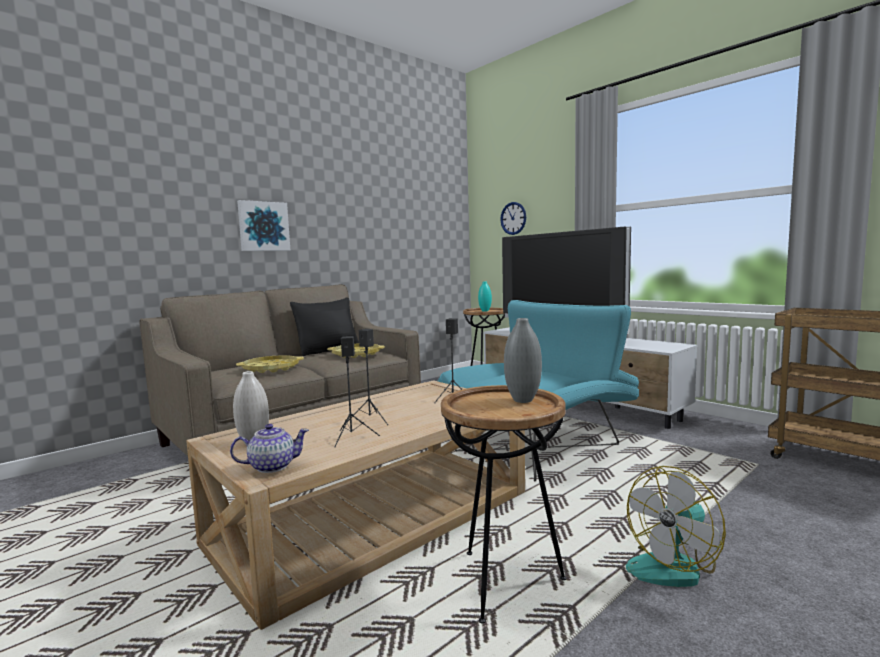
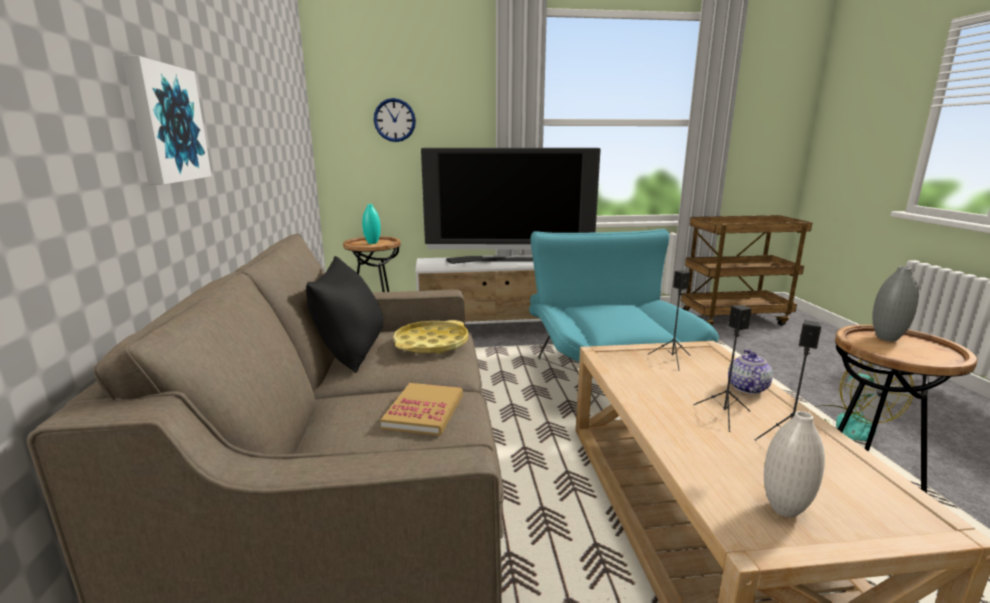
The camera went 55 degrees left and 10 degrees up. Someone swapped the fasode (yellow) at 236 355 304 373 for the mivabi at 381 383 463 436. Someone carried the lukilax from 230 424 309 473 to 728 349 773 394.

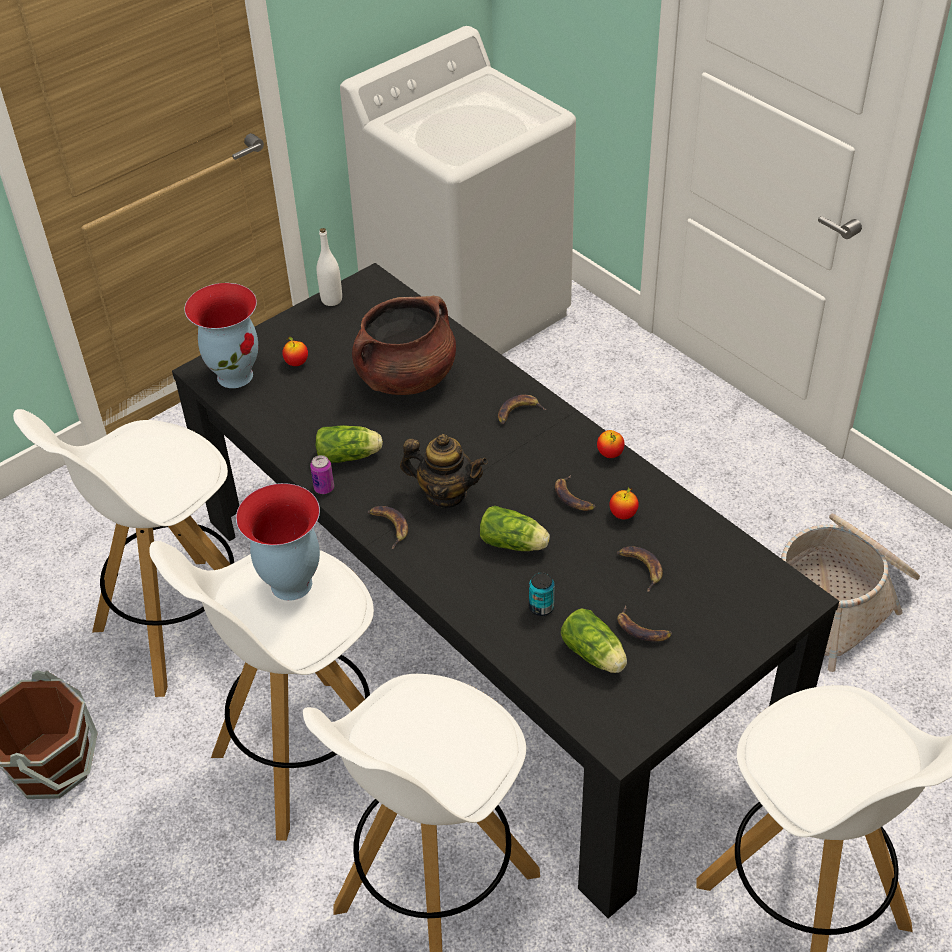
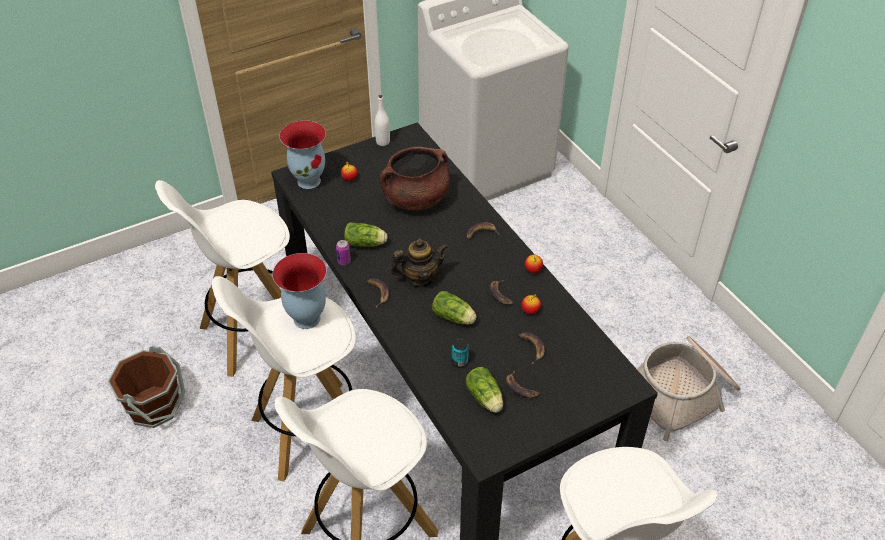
The camera went 10 degrees right and 0 degrees up. Someone rotated the lukilax at 400 434 488 508 by 45 degrees counterclockwise.

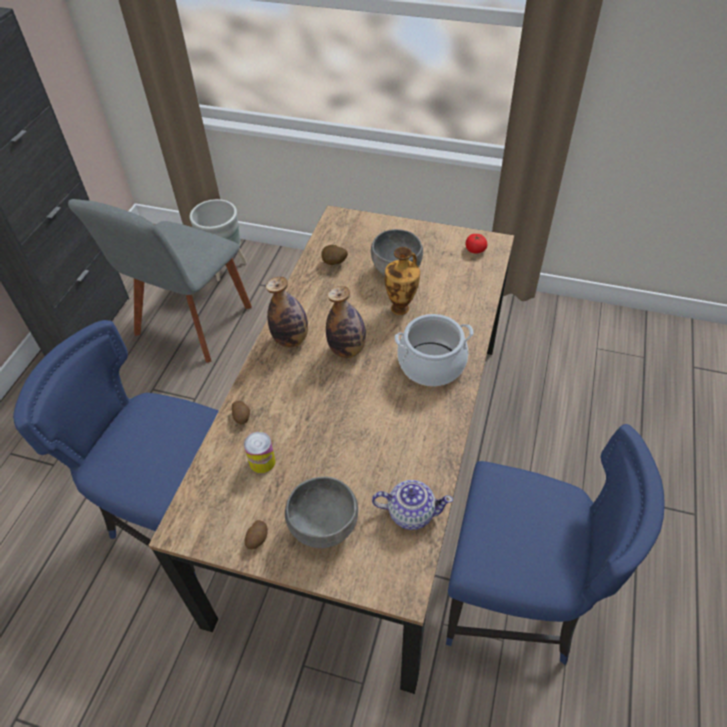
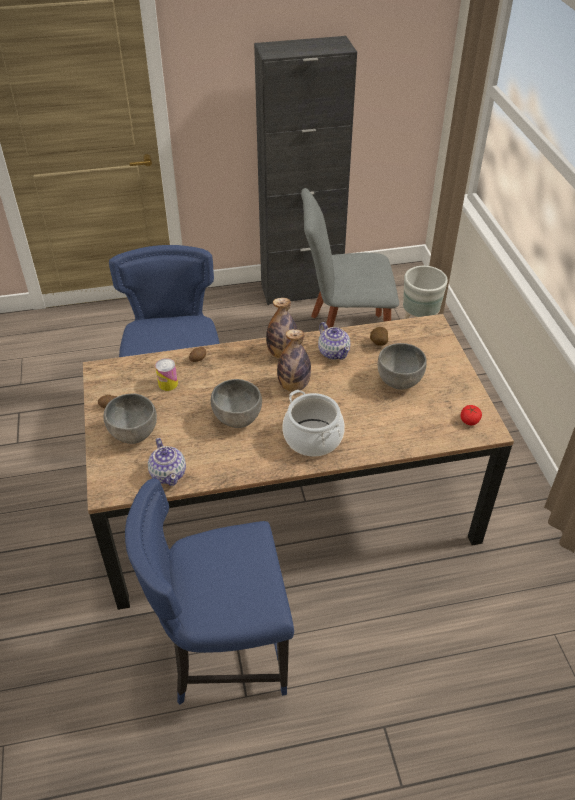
The camera went 60 degrees right and 5 degrees down. Someone rotated the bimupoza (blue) at 446 424 665 665 by 90 degrees clockwise. Someone put down the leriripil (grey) at 211 379 262 428. Someone put down the lukilax at 318 322 350 360. Someone took away the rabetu at 385 247 420 315.

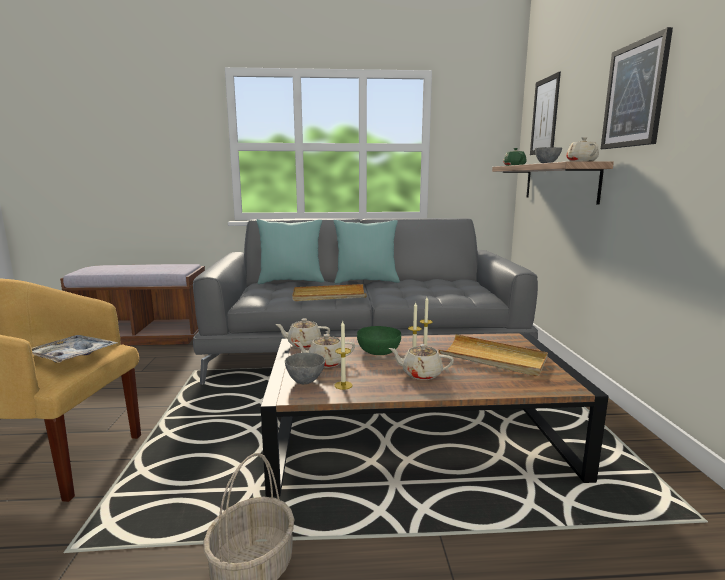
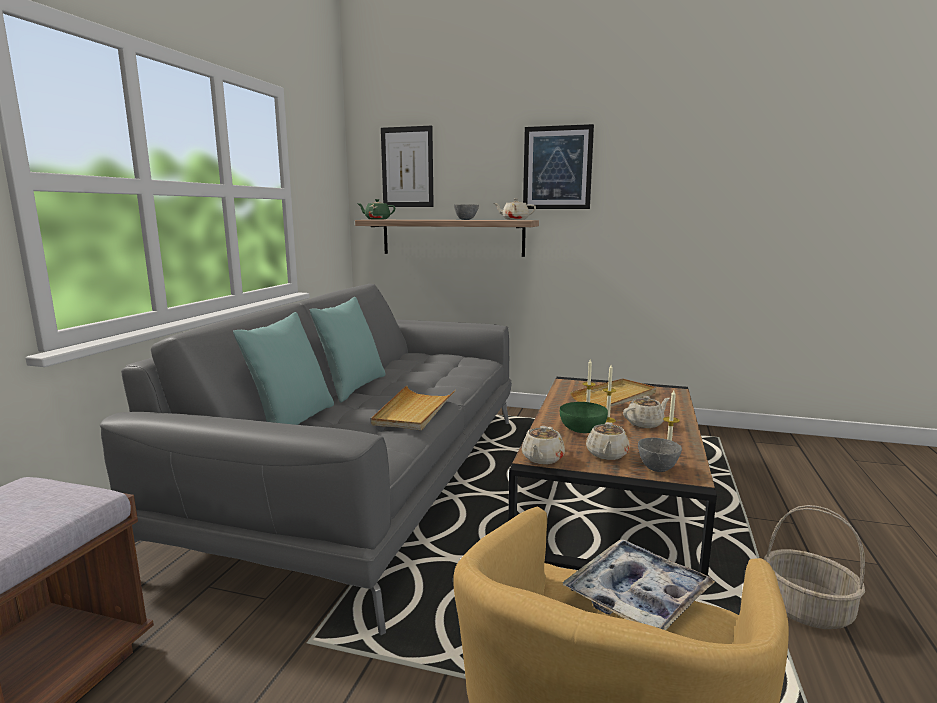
The camera went 70 degrees left and 0 degrees up. Someone rotated the lukilax (beige) at 389 344 454 380 by 150 degrees counterclockwise.

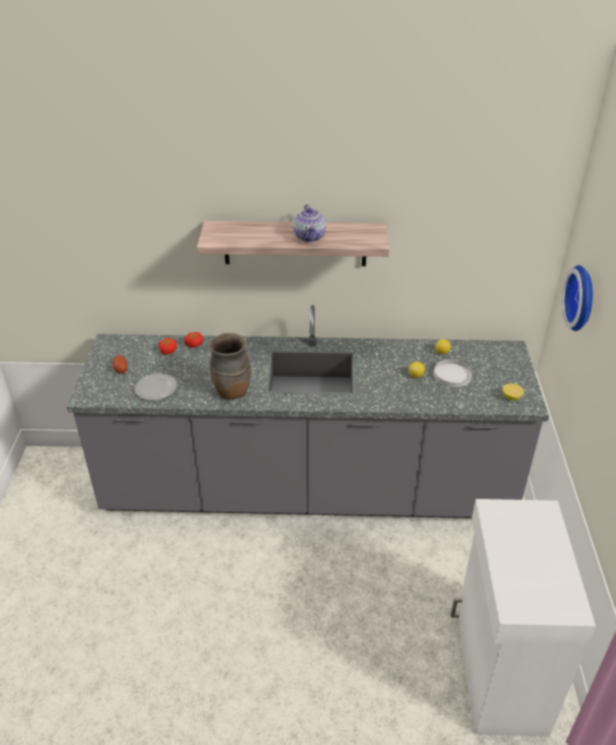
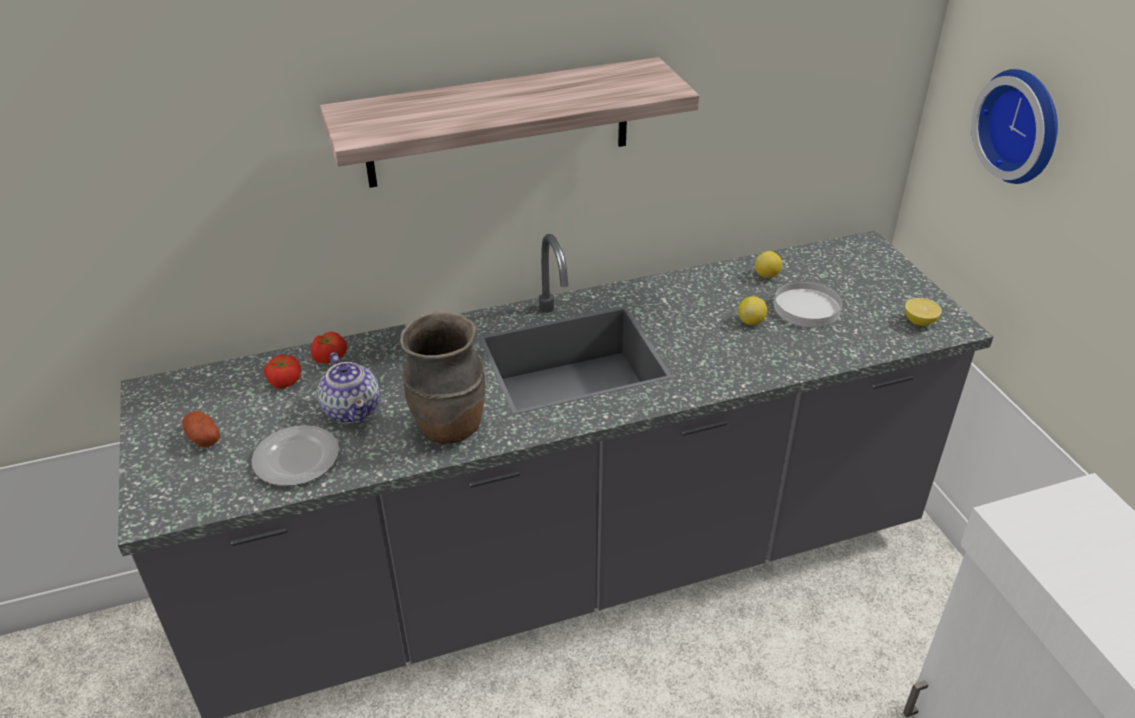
The camera went 20 degrees left and 0 degrees up. Someone carried the lukilax from 293 205 326 242 to 317 352 380 424.

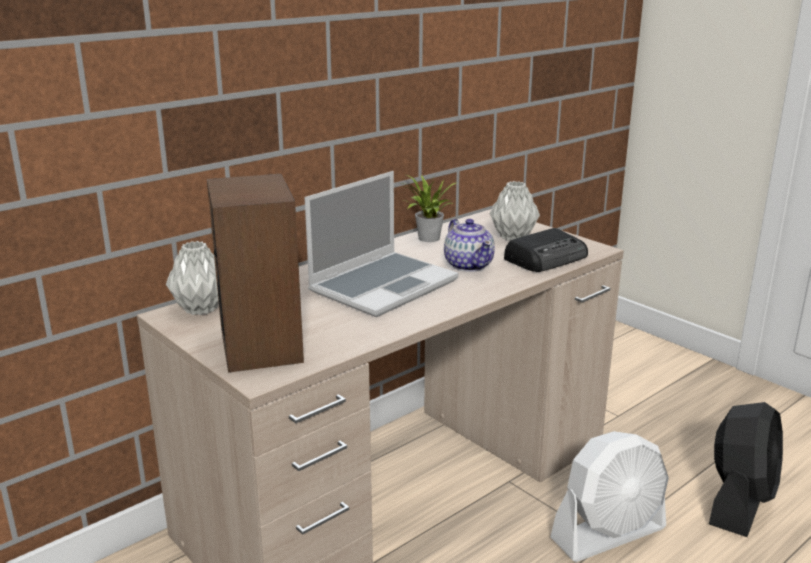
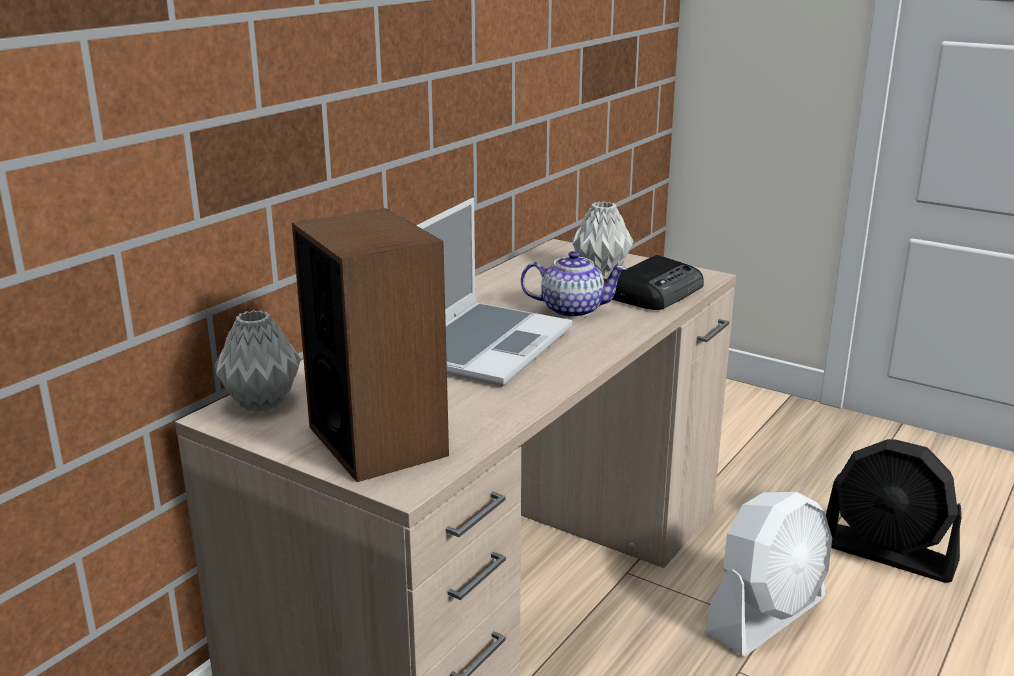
The camera went 15 degrees left and 0 degrees up. Someone rotated the lukilax at 444 219 495 272 by 45 degrees counterclockwise. Someone rotated the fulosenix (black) at 709 402 783 537 by 105 degrees clockwise. Someone took away the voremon at 407 175 458 242.

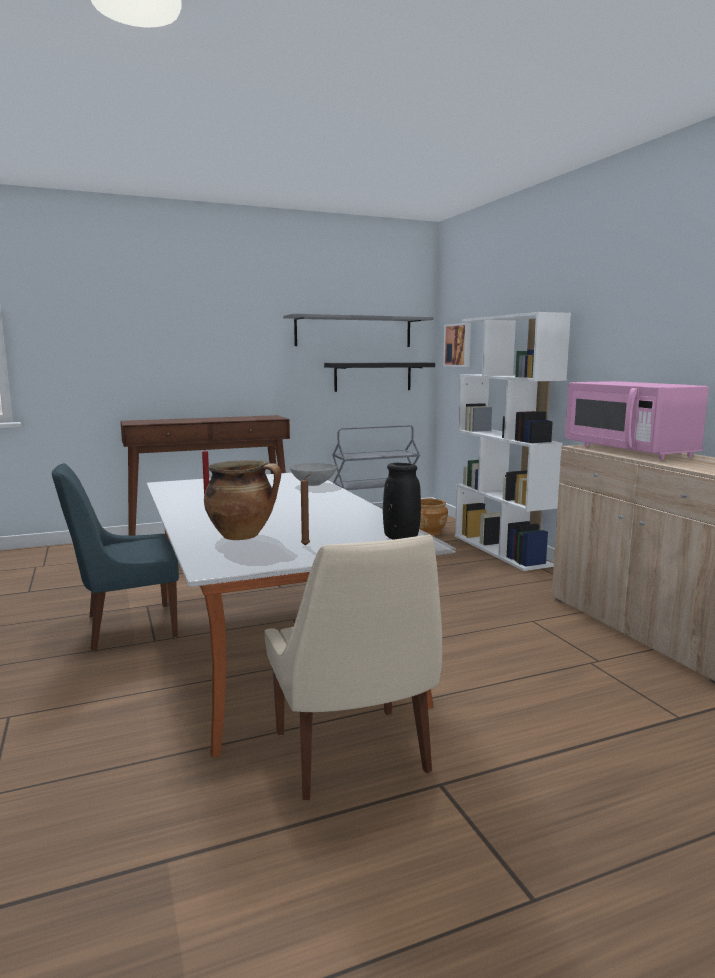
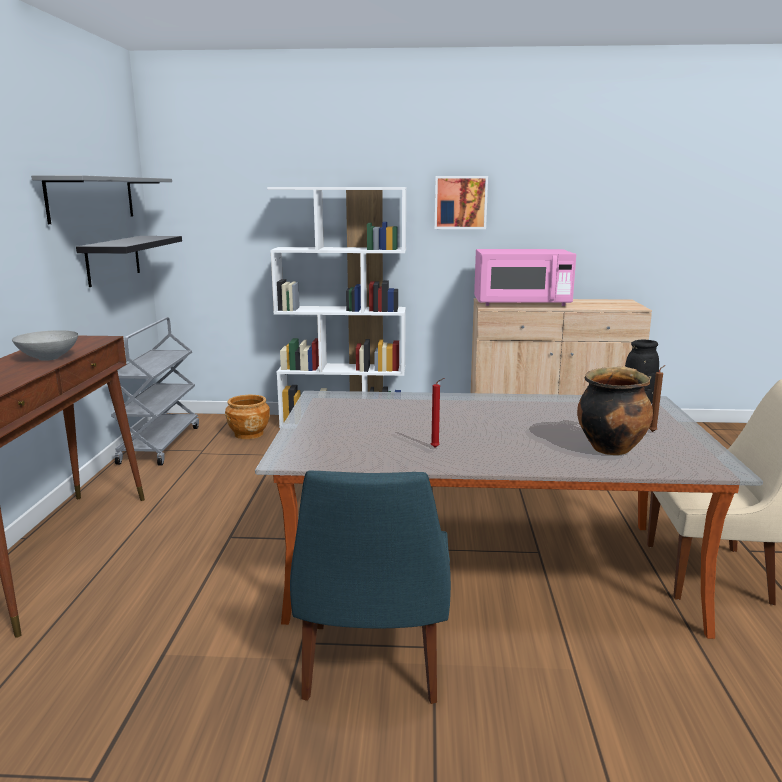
The camera went 65 degrees left and 5 degrees up. Someone carried the leriripil (grey) from 290 463 337 486 to 12 330 78 361. Someone carried the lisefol from 443 323 471 367 to 435 176 488 229.

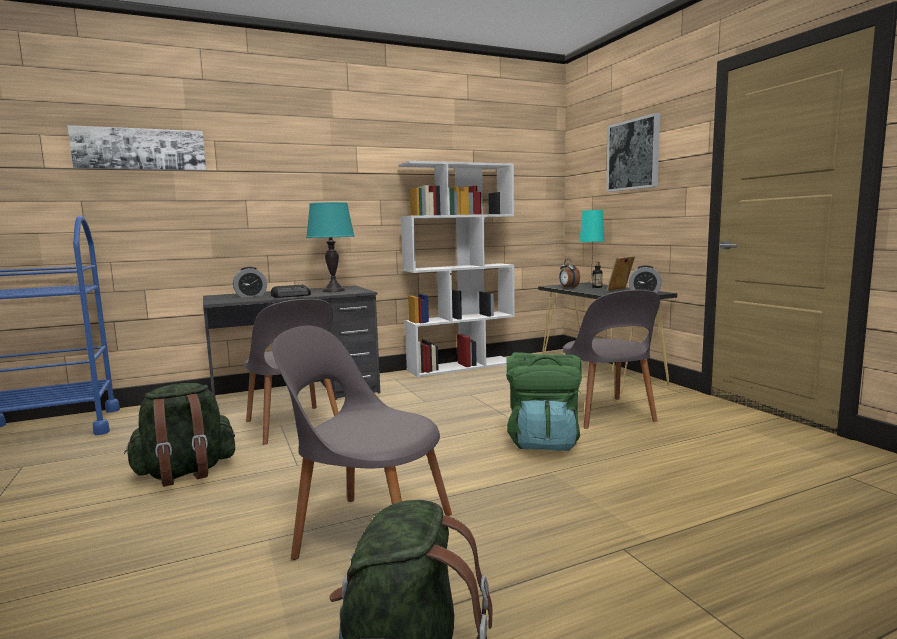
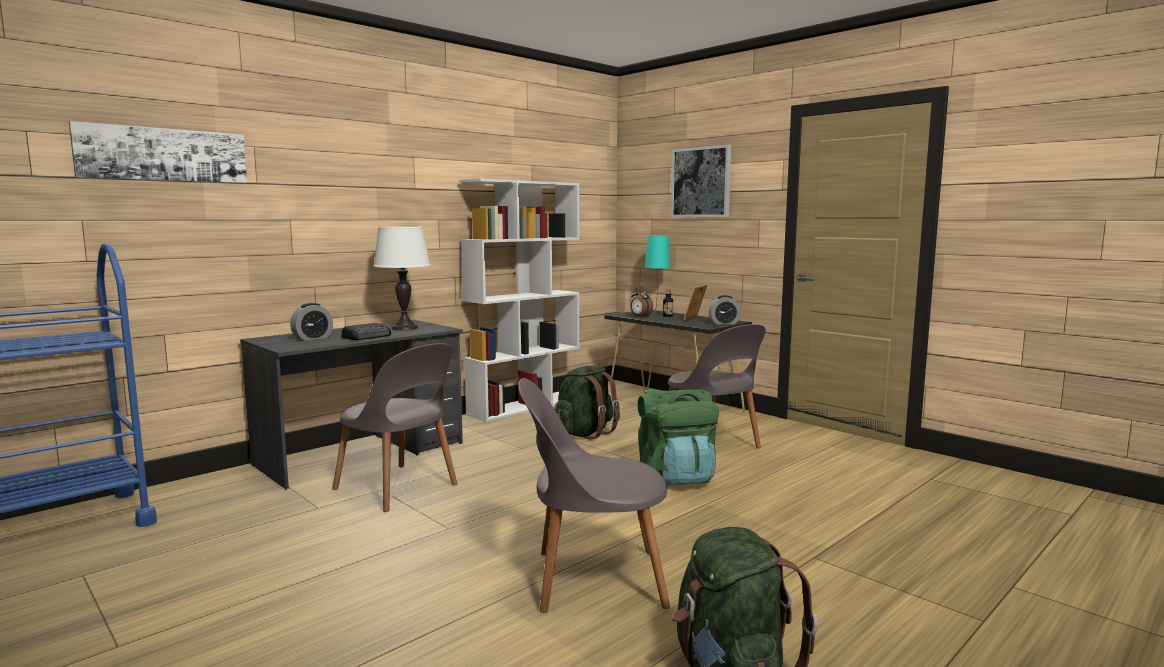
The camera went 20 degrees left and 0 degrees up. Someone repainted the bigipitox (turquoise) at 306 202 355 292, which became the bigipitox (white) at 373 227 431 330. Someone carried the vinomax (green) from 124 383 235 487 to 554 366 620 440.

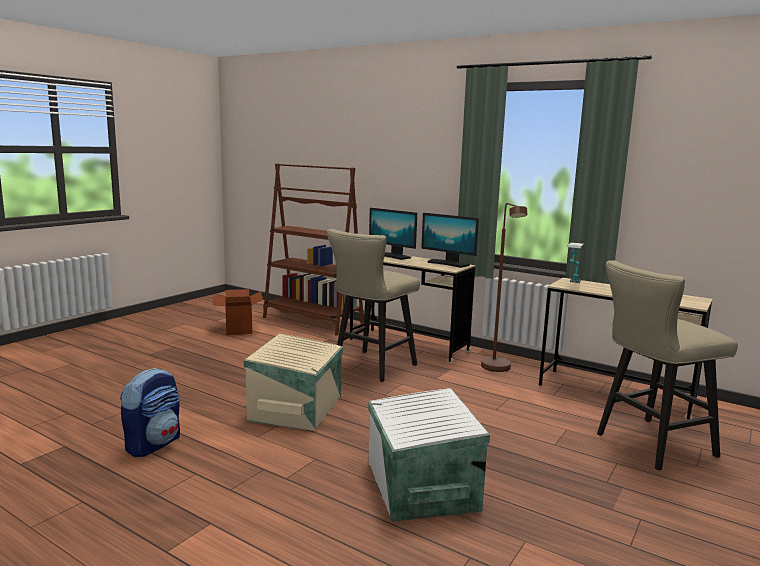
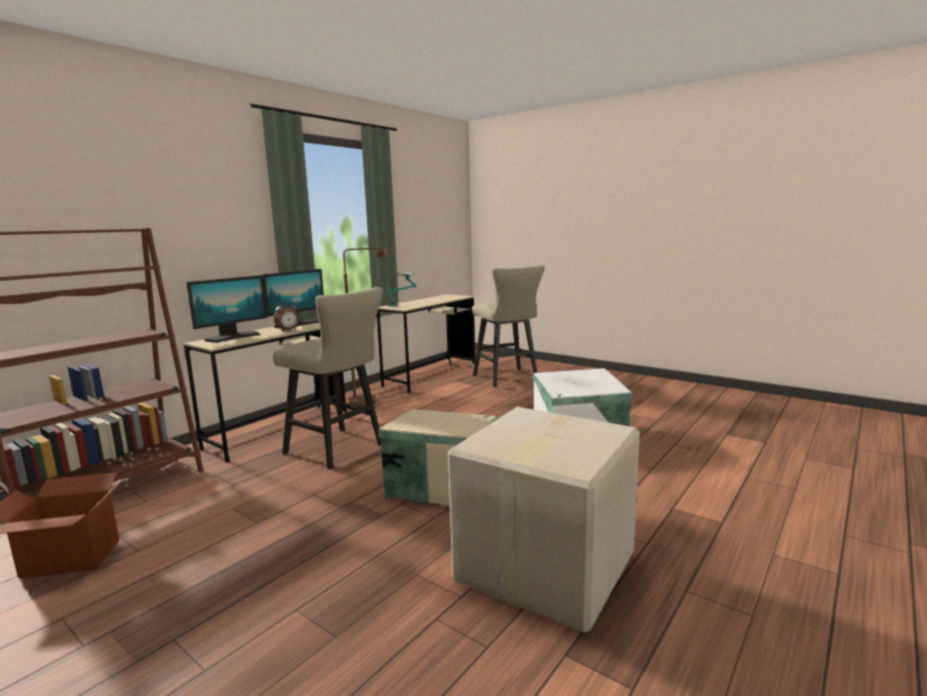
The camera went 85 degrees left and 0 degrees up. Someone put down the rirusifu at 273 299 299 332. Someone swapped the vinomax at 120 368 180 457 for the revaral at 448 407 640 633.

